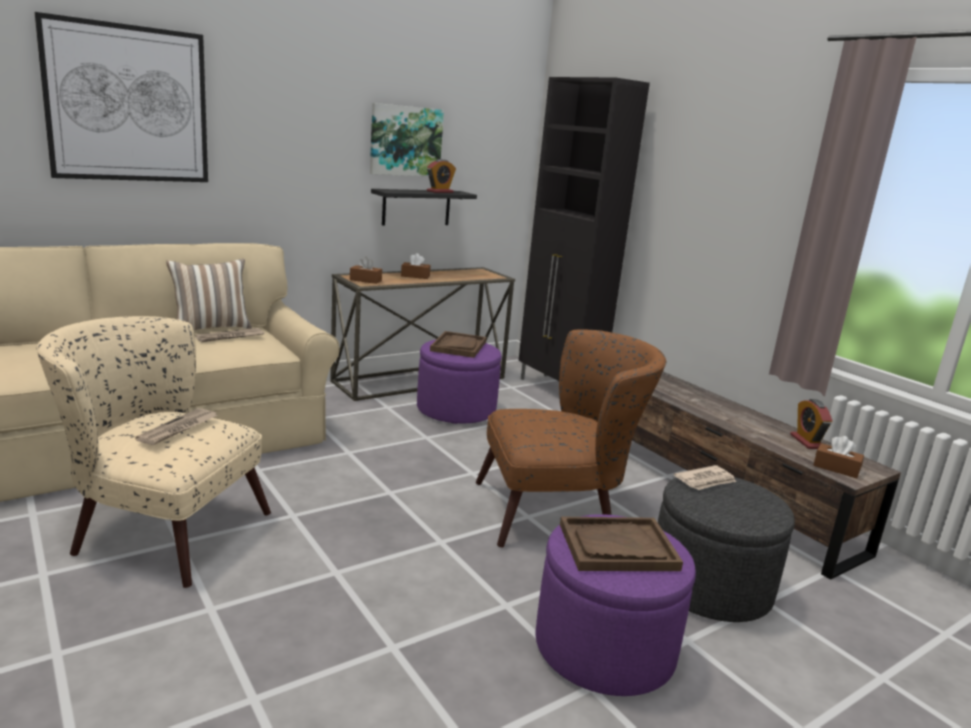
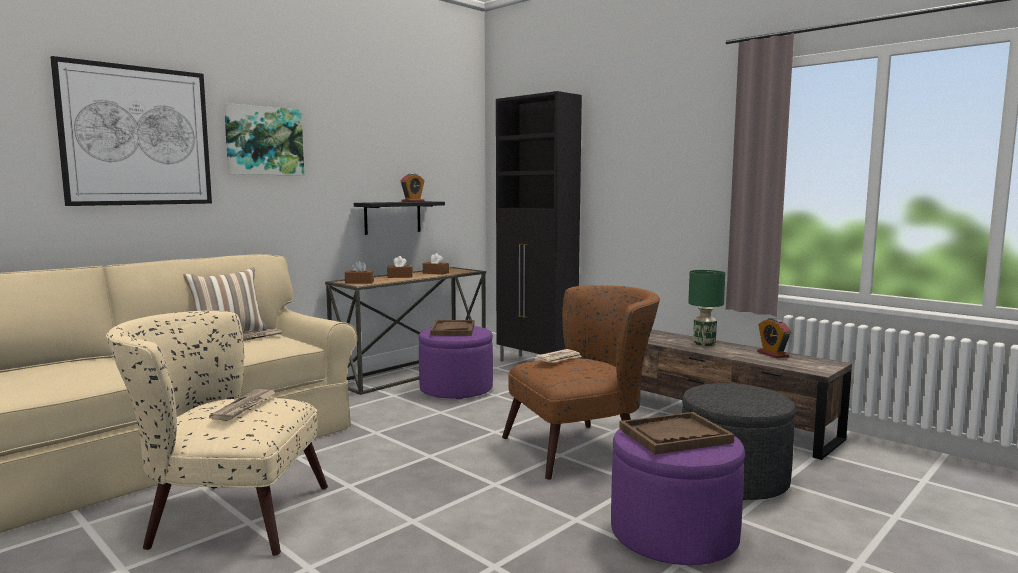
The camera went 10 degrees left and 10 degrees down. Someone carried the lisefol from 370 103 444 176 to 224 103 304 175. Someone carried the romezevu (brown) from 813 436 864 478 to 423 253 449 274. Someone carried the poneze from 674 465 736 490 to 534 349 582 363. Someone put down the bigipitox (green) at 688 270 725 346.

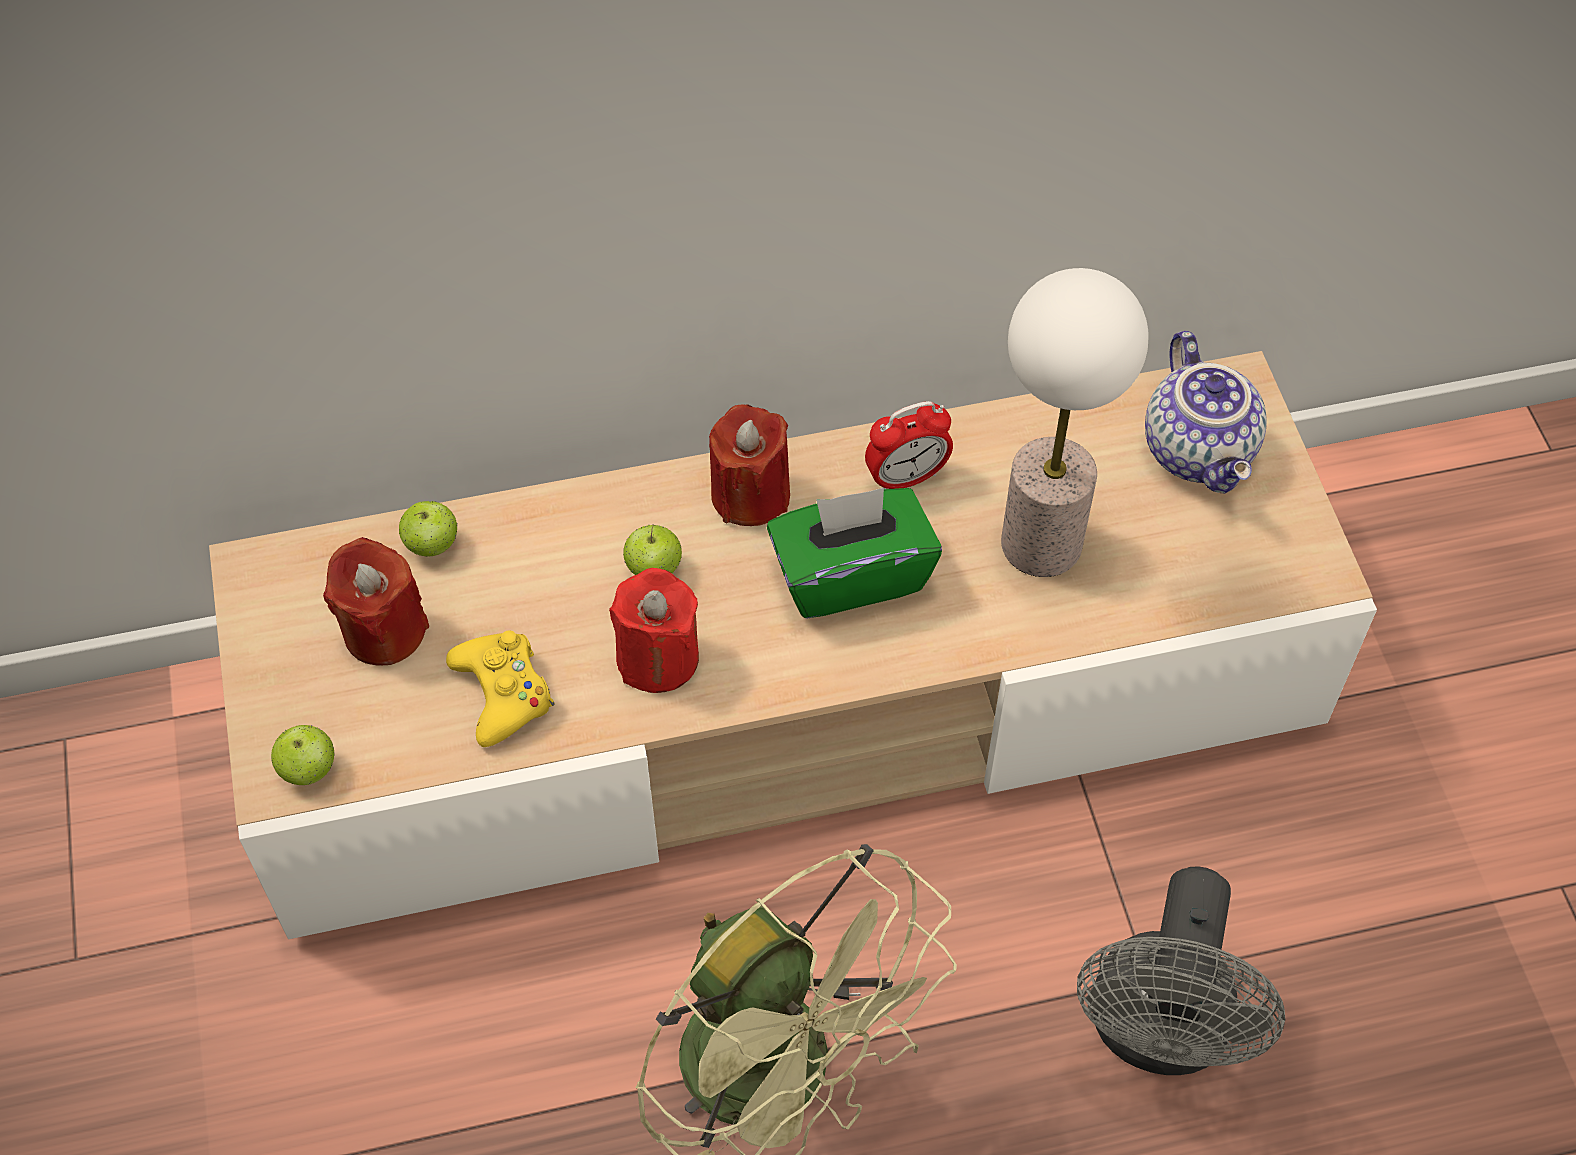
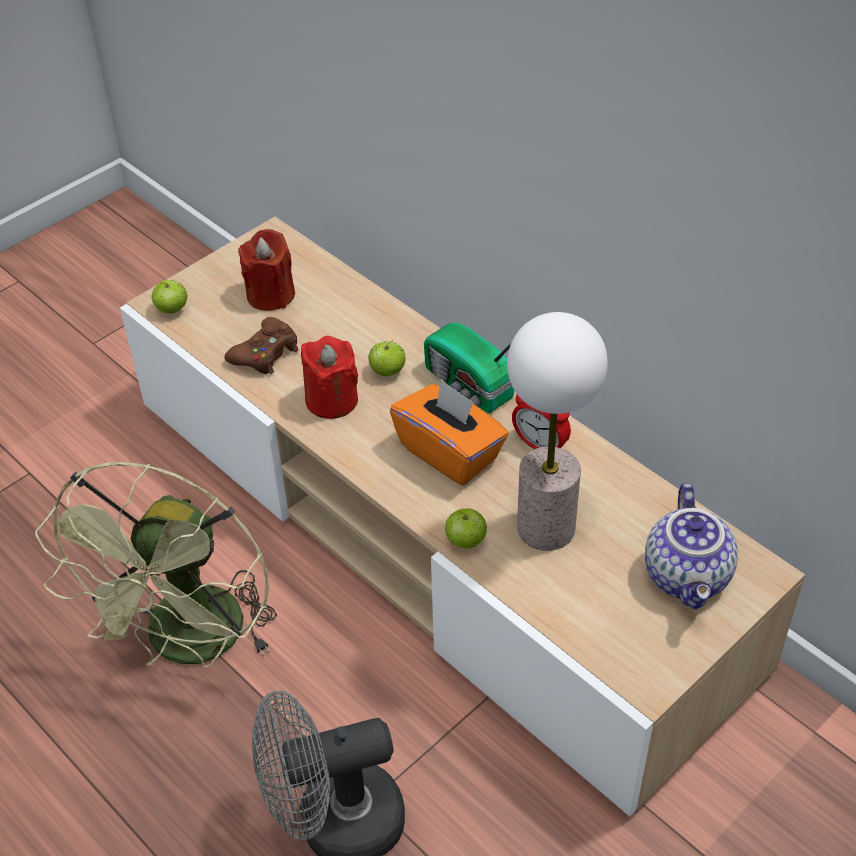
The camera went 60 degrees right and 10 degrees down. Someone repainted the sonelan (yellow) at 446 630 555 747, which became the sonelan (brown) at 225 317 298 374. Someone repainted the romezevu (green) at 767 488 942 618, which became the romezevu (orange) at 390 379 509 486. Someone swapped the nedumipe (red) at 709 404 790 526 for the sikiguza at 424 322 514 413. Someone carried the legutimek from 399 501 458 557 to 445 509 487 548. Someone rotated the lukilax at 1145 331 1267 493 by 45 degrees counterclockwise.

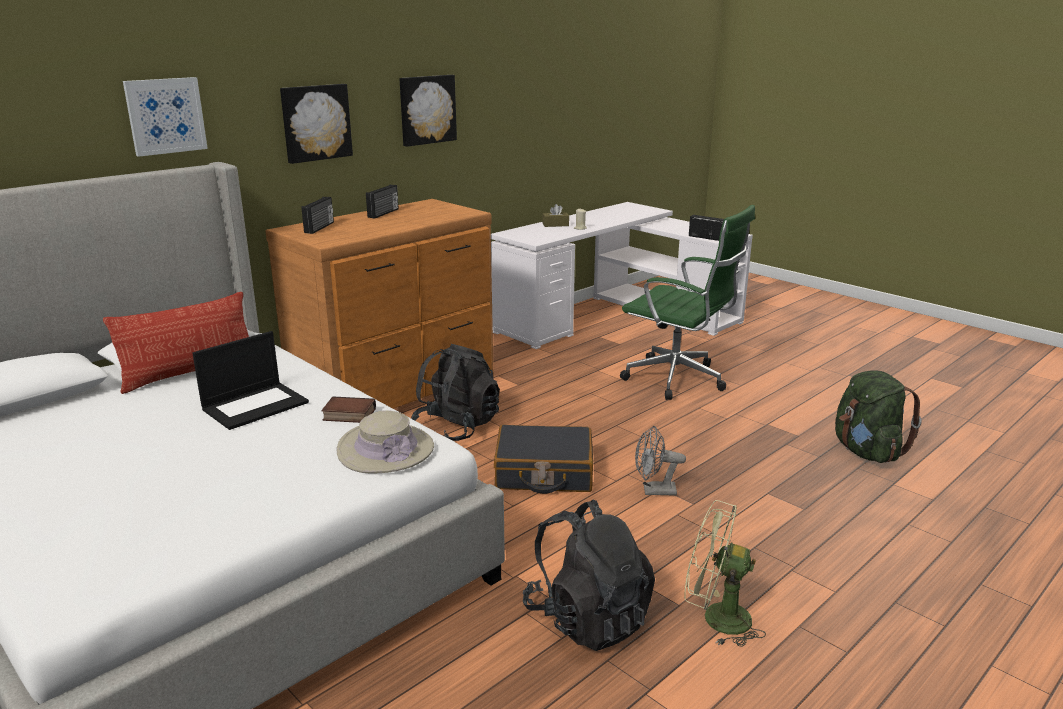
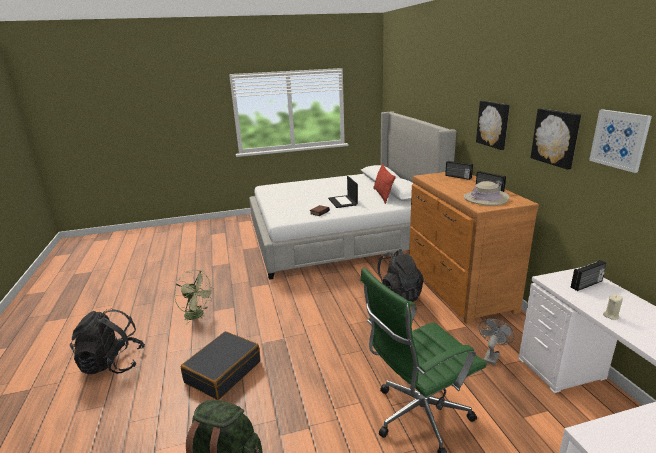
The camera went 120 degrees right and 0 degrees up. Someone carried the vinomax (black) from 523 499 655 651 to 70 309 145 374. Someone rotated the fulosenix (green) at 684 500 766 647 by 75 degrees clockwise. Someone carried the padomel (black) from 494 425 593 494 to 181 331 260 400. Someone carried the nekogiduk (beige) from 336 410 434 474 to 464 181 510 206. Someone carried the fulosenix (grey) from 635 426 686 496 to 479 319 515 365. Someone carried the sikiguza from 689 215 724 241 to 571 260 606 291. Someone carried the lisefol from 123 77 208 157 to 589 109 652 173. Someone took away the romezevu (brown) at 542 204 569 227.

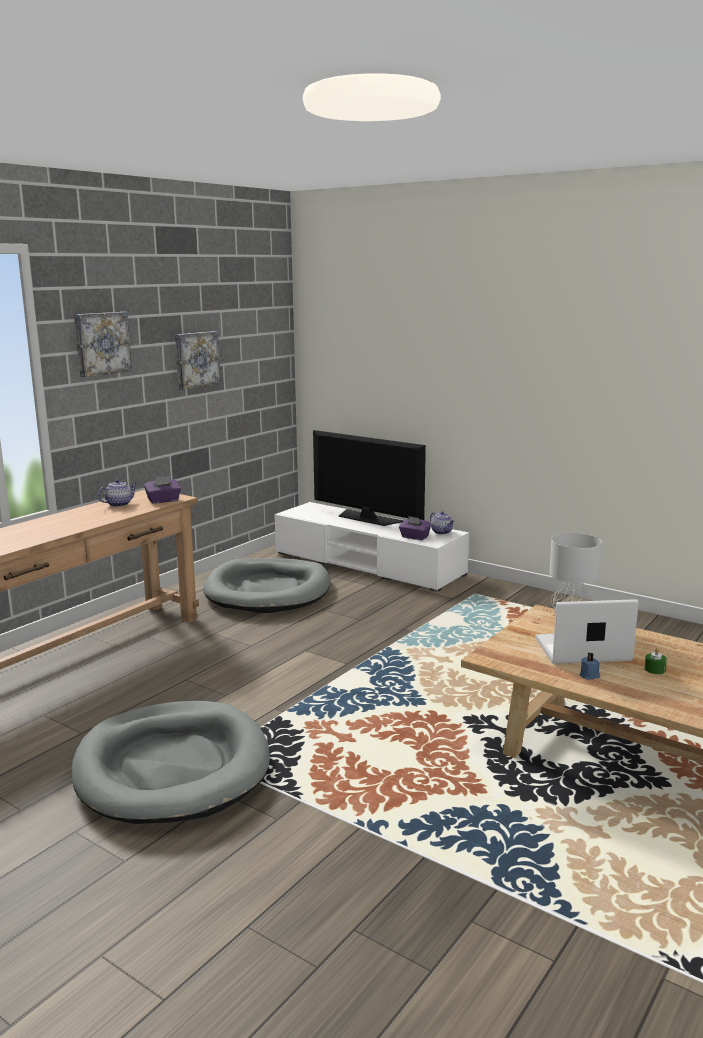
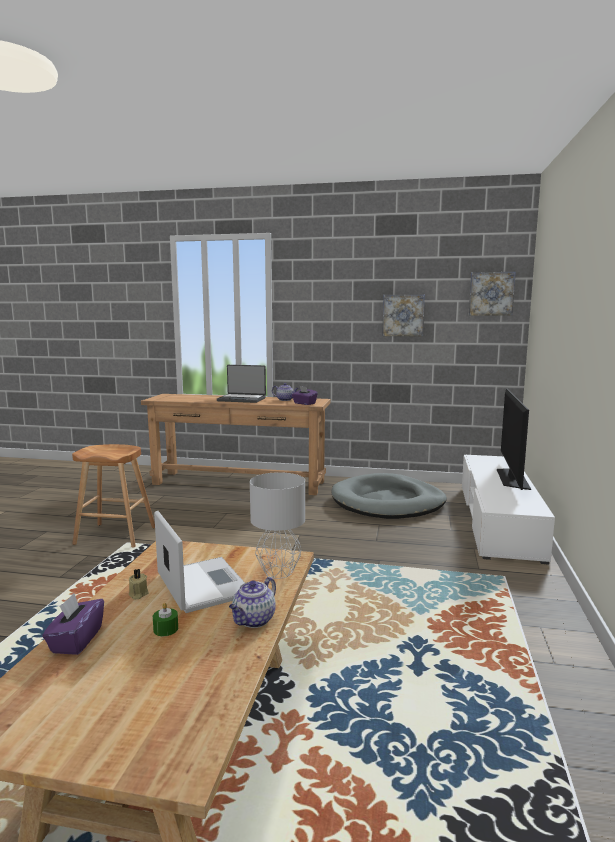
The camera went 65 degrees right and 5 degrees down. Someone carried the romezevu (purple) from 399 516 431 540 to 42 593 104 655. Someone swapped the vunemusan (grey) at 72 701 270 824 for the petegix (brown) at 72 444 155 548. Someone repainted the nedumipe (blue) at 580 653 600 680, which became the nedumipe (beige) at 129 569 148 599. Someone put down the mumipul at 217 365 266 403. Someone carried the lukilax from 430 511 454 534 to 229 577 276 628. Someone carried the lisefol from 74 312 132 377 to 469 272 516 315.

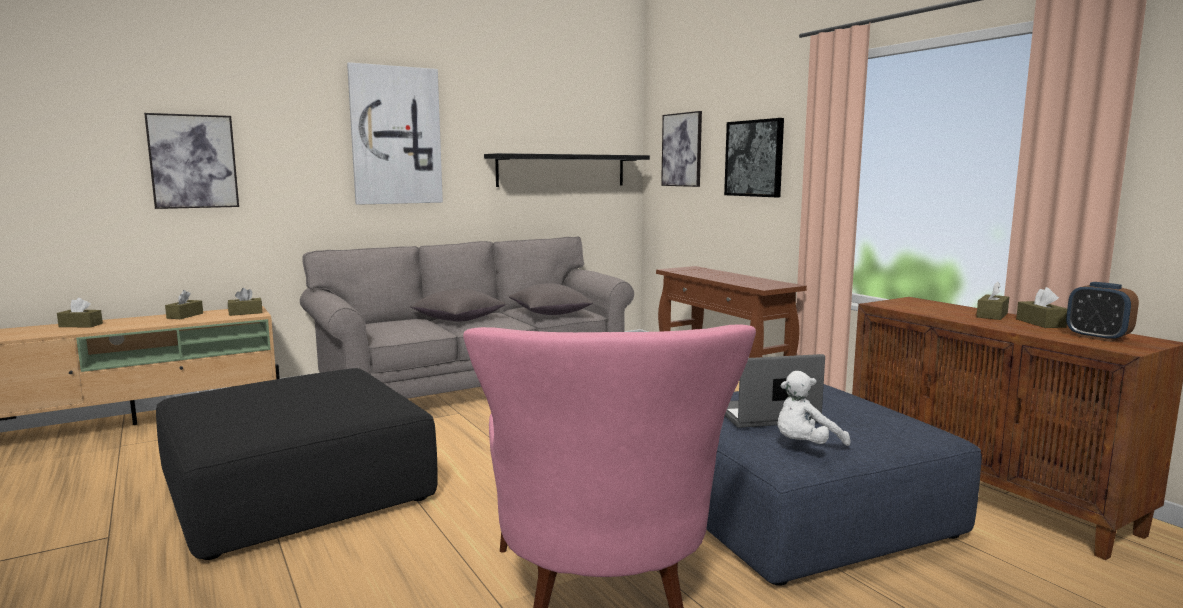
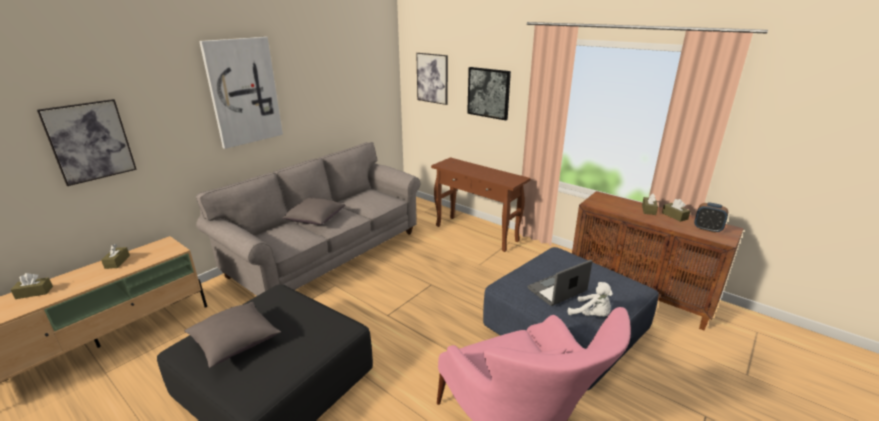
The camera went 20 degrees left and 15 degrees up. Someone carried the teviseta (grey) from 509 284 593 315 to 185 302 281 368. Someone rotated the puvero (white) at 777 371 850 446 by 90 degrees counterclockwise. Someone took away the romezevu (brown) at 228 288 262 316. Someone took away the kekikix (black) at 484 153 650 187.

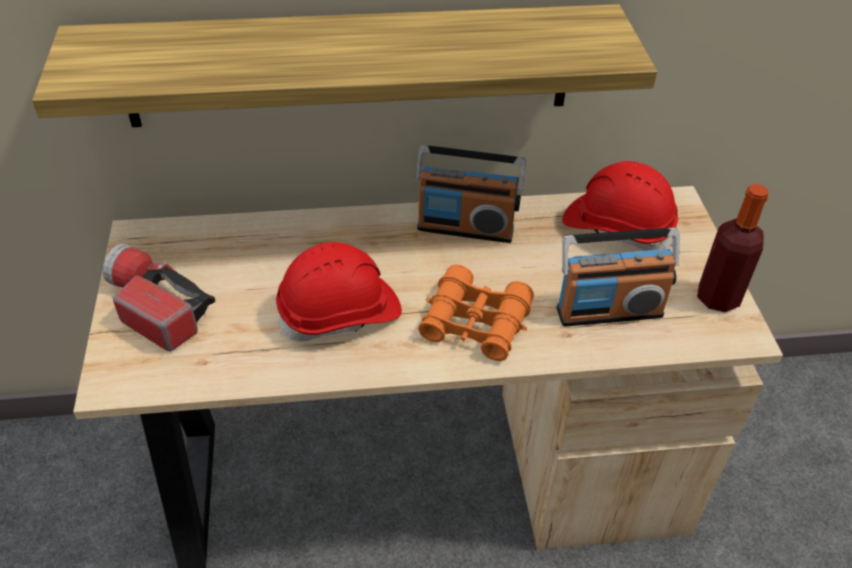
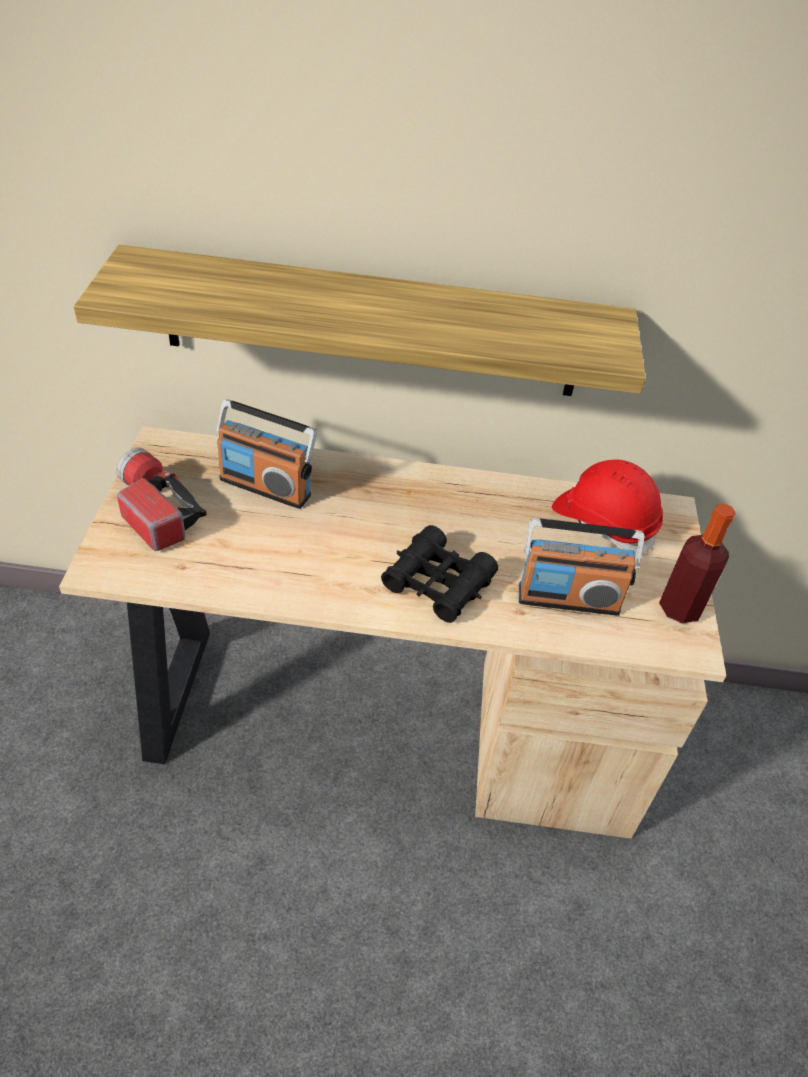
The camera went 10 degrees right and 0 degrees up. Someone carried the sikiguza from 415 145 526 243 to 216 399 317 509. Someone repainted the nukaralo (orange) at 418 264 534 361, which became the nukaralo (black) at 381 525 498 623. Someone took away the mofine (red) at 276 242 402 341.

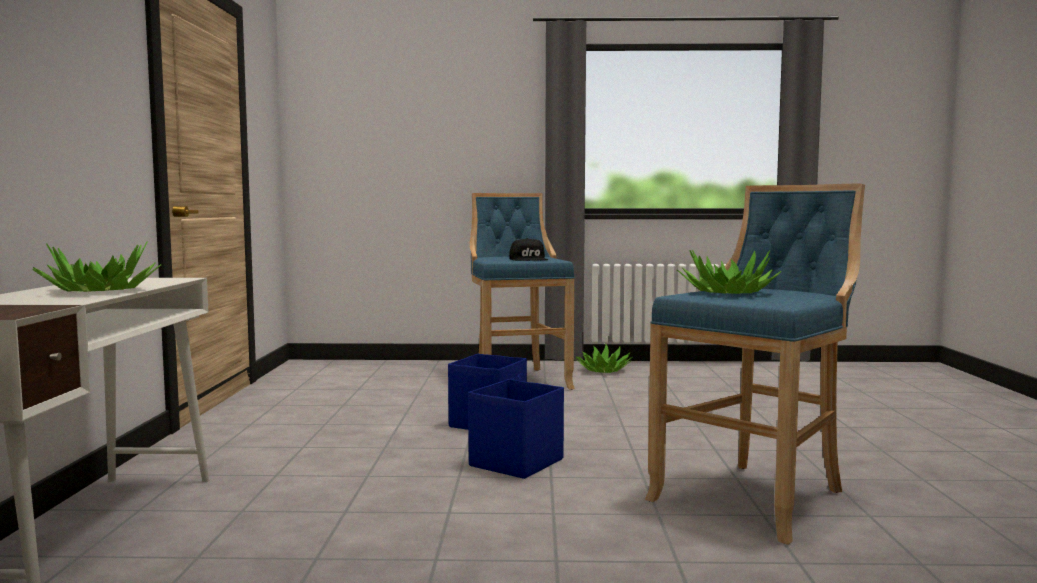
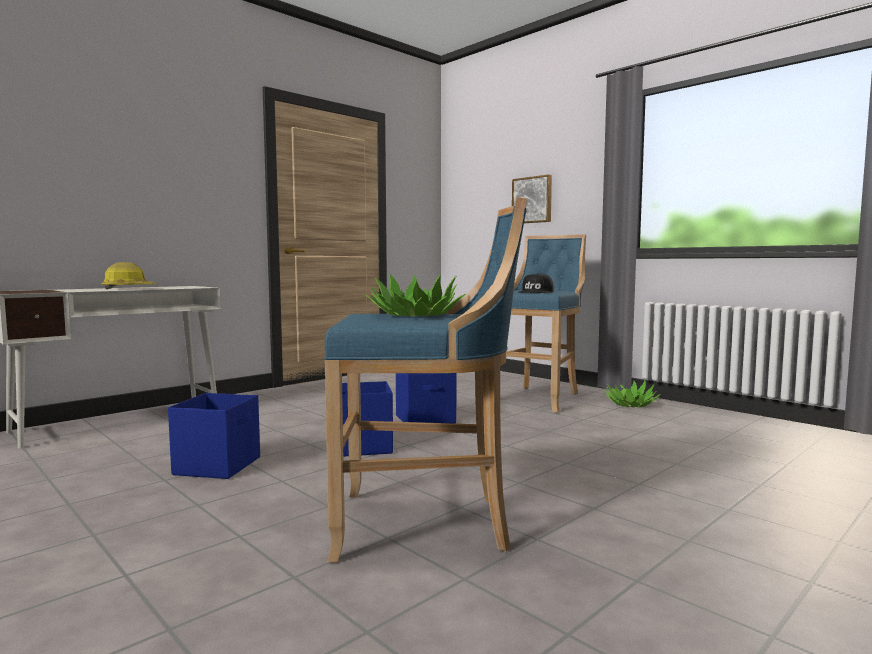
The camera went 45 degrees right and 0 degrees up. Someone swapped the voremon at 32 241 161 292 for the mofine at 101 262 157 289. Someone put down the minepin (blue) at 168 393 260 479. Someone put up the lisefol at 512 174 552 223.

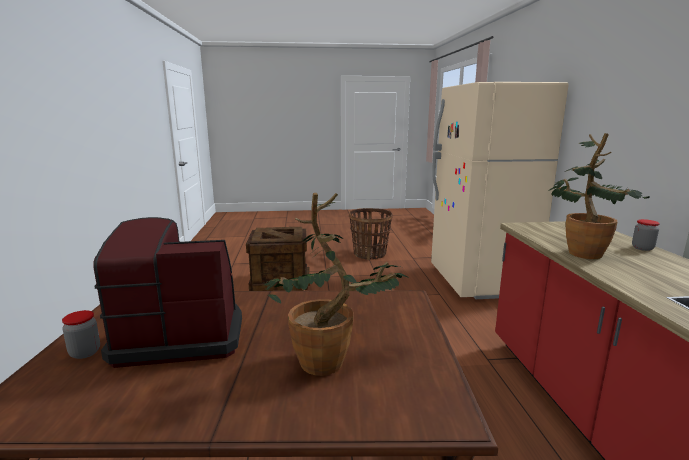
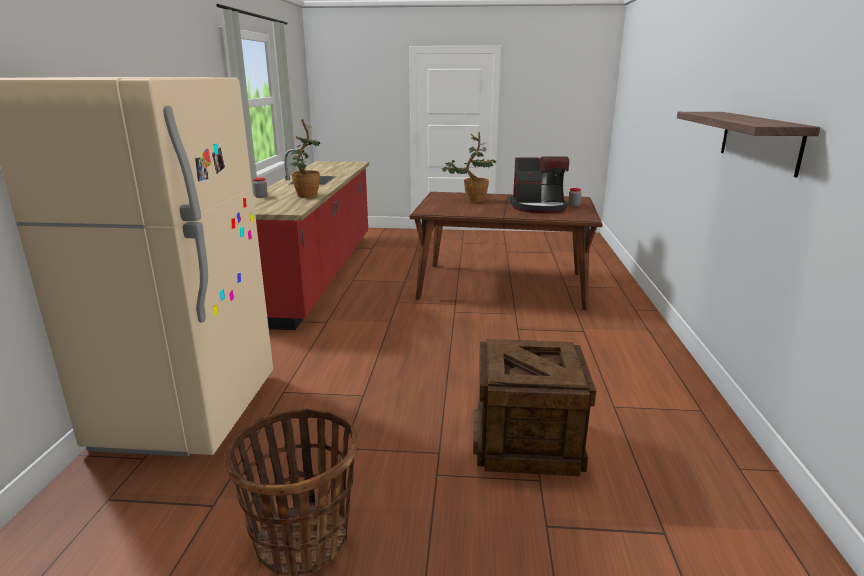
The camera went 170 degrees left and 5 degrees up. Someone put up the kekikix at 677 112 821 177.

